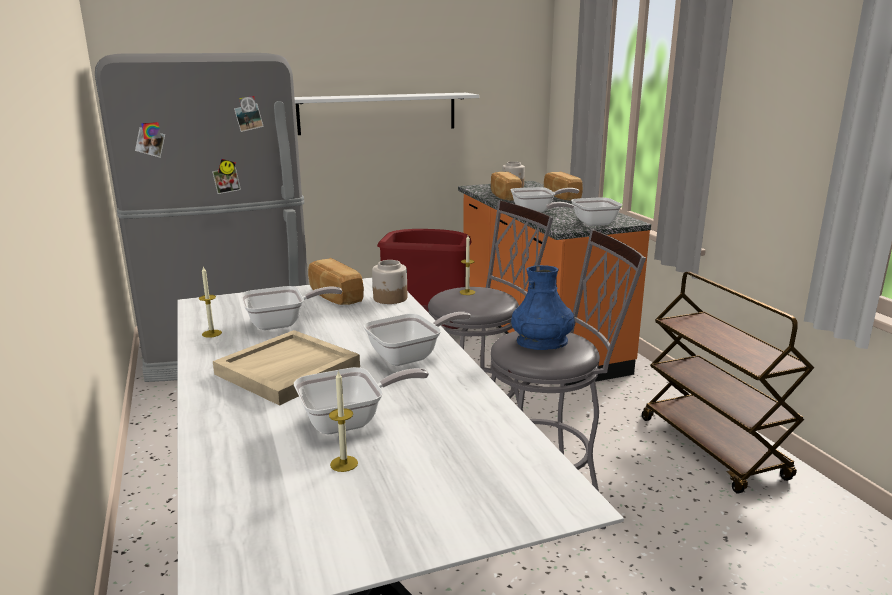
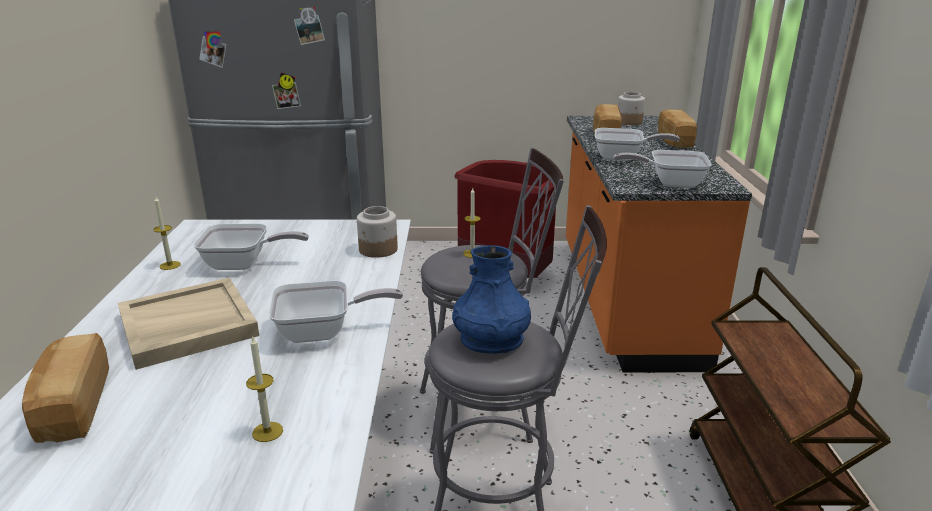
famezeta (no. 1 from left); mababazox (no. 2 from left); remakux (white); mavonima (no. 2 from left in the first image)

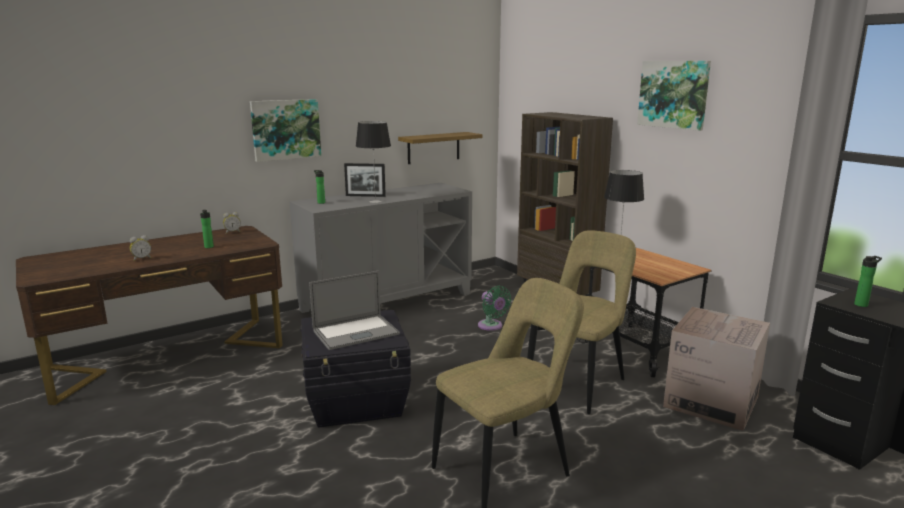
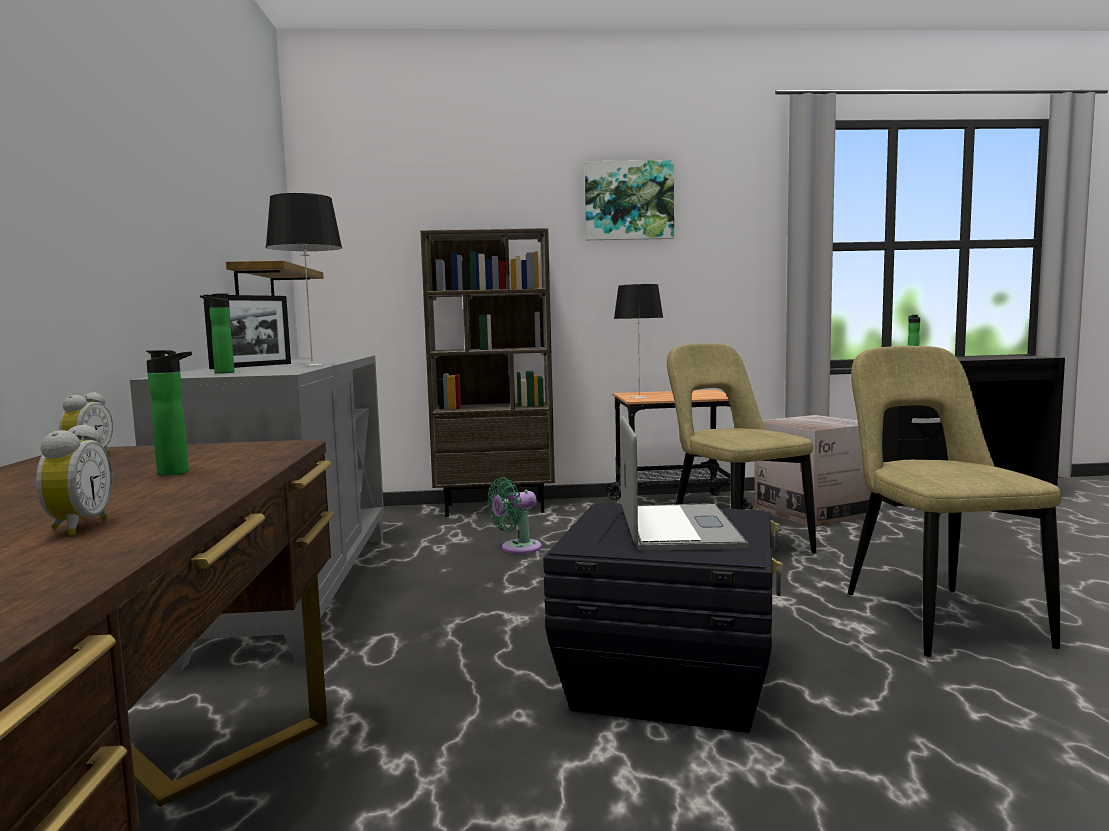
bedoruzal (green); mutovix (no. 1 from left in the first image)

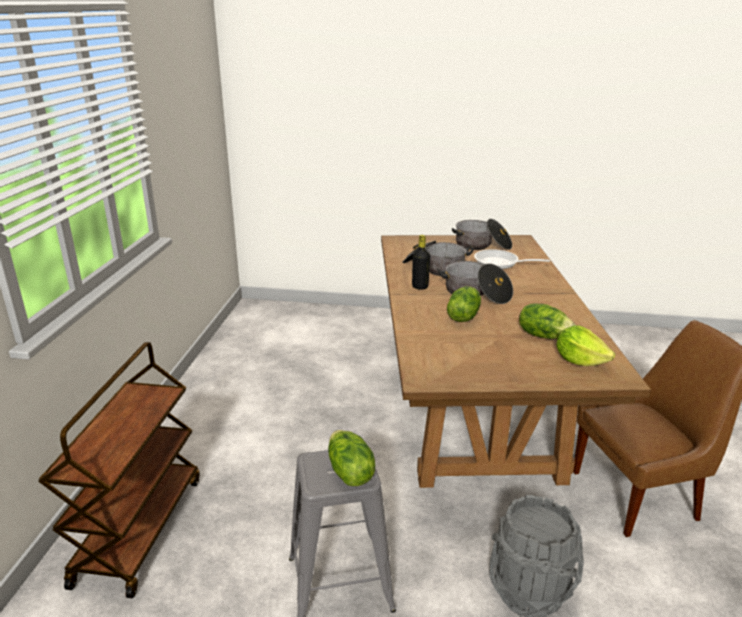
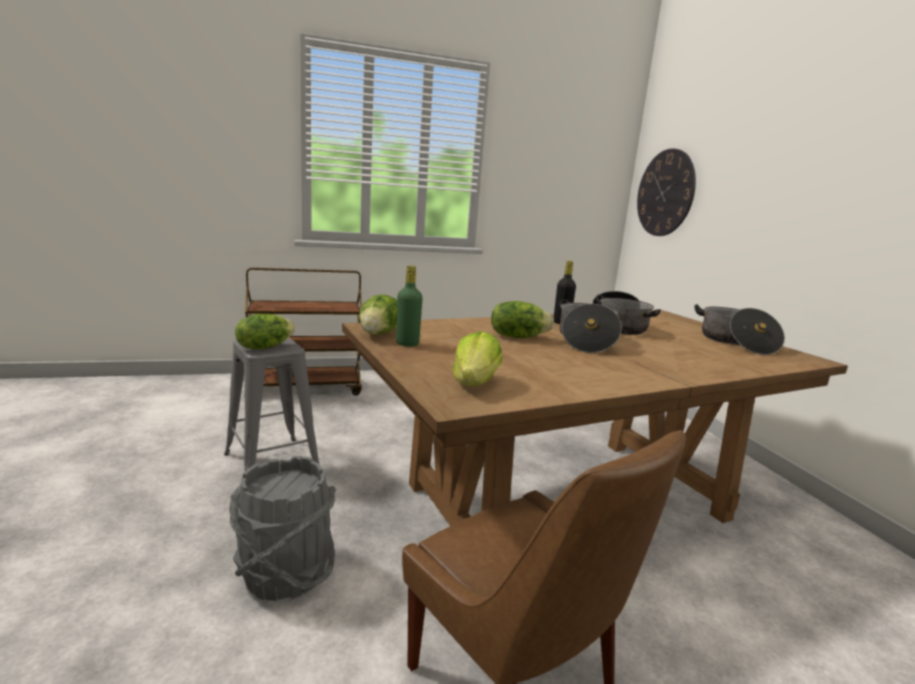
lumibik (no. 2 from left); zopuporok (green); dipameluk; mavonima

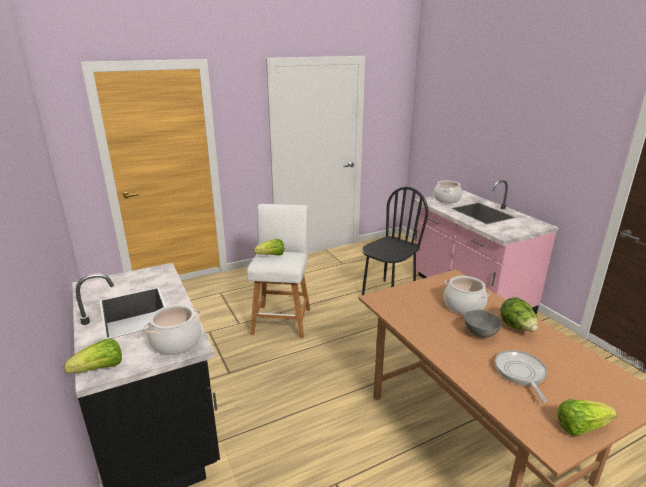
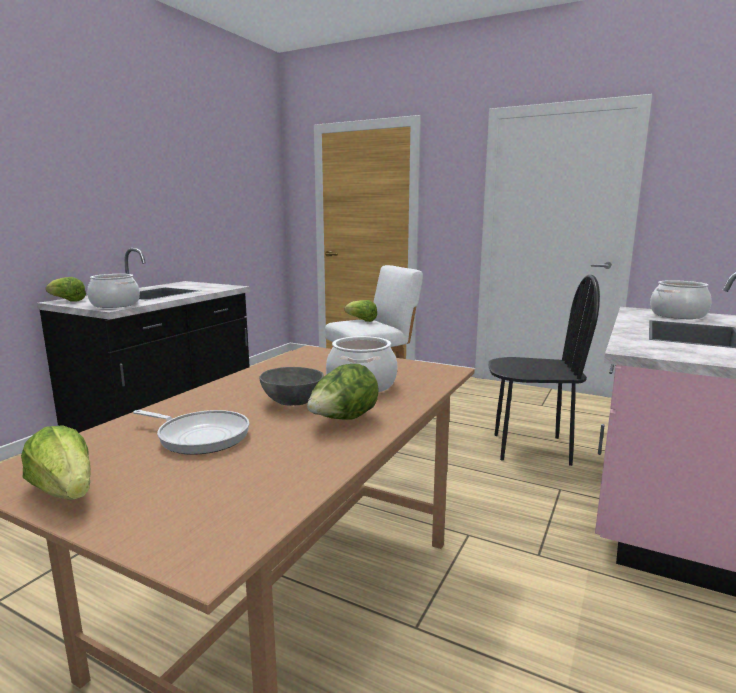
mavonima

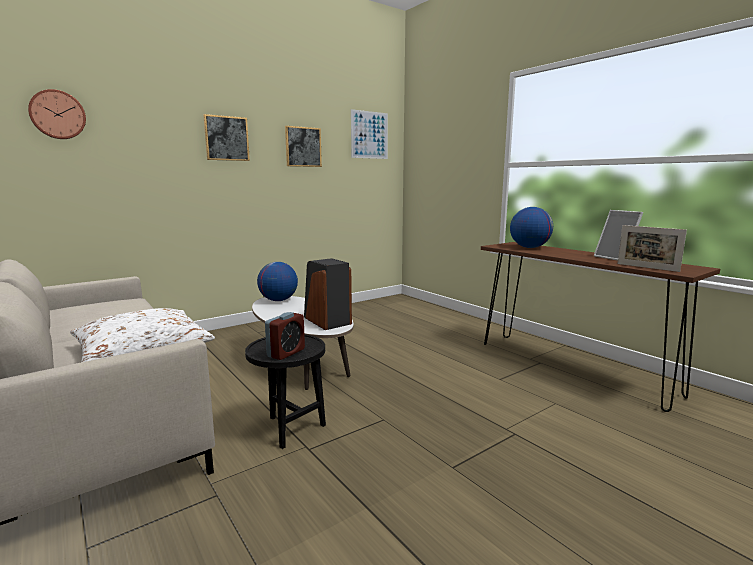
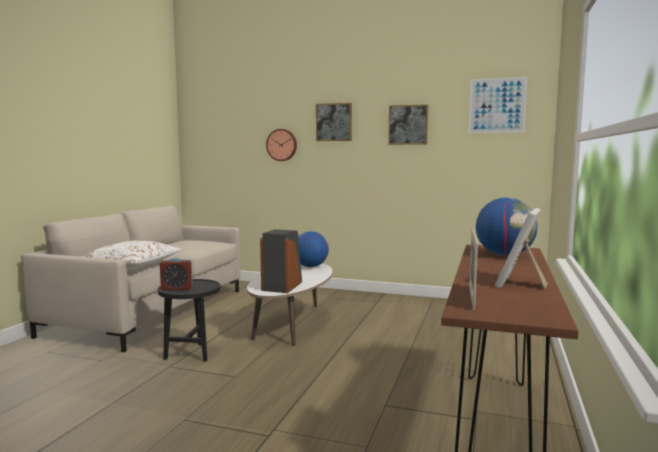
dipameluk

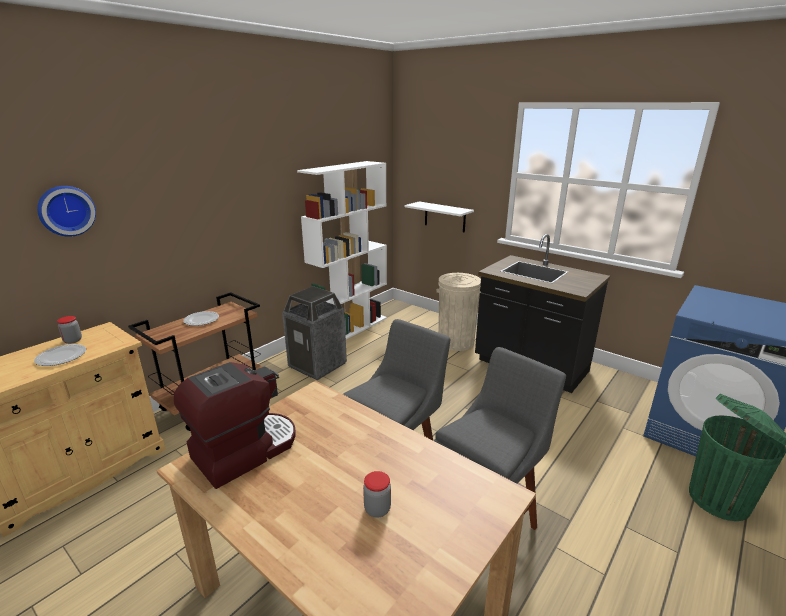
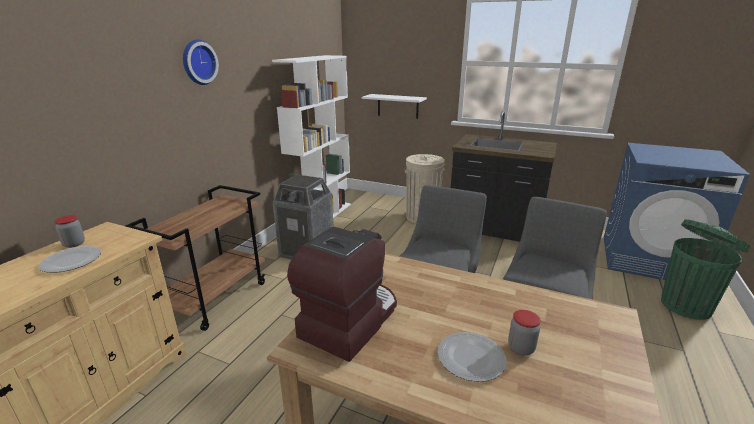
dipameluk; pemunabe (no. 2 from left)

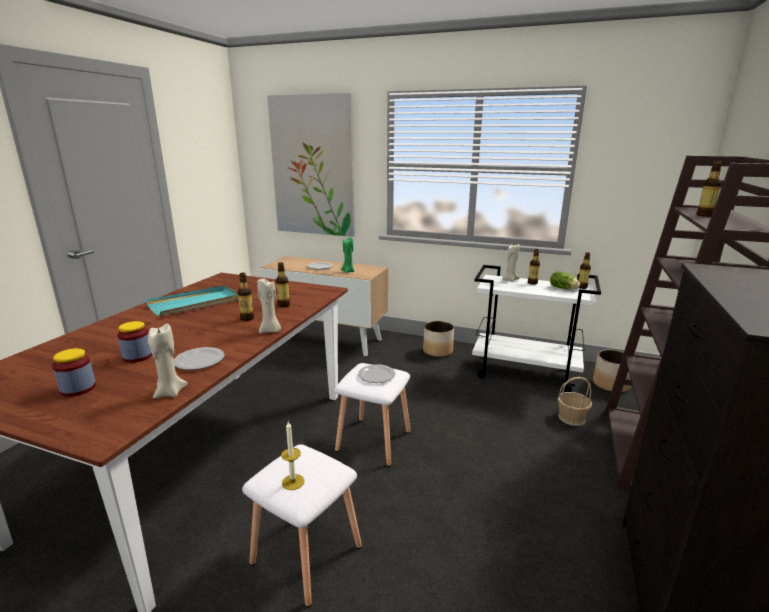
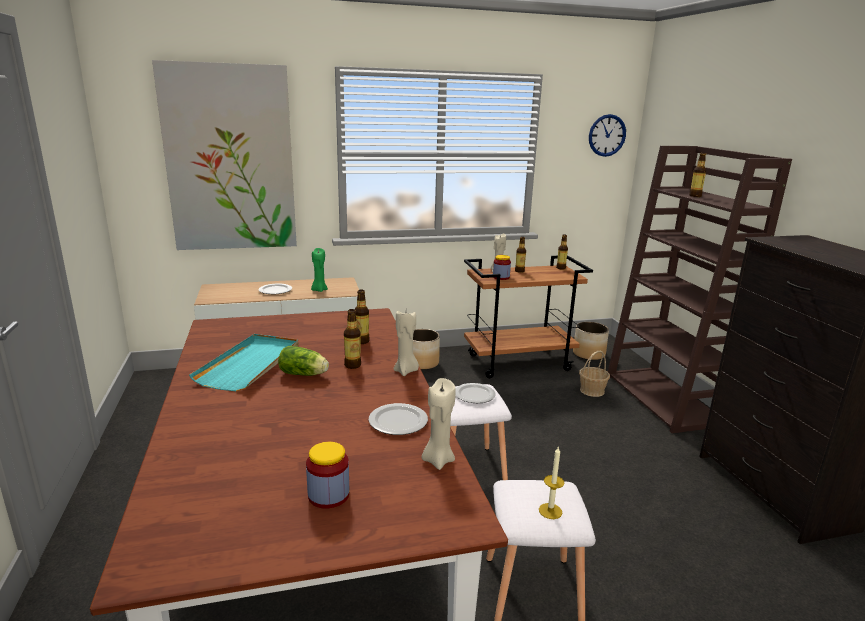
lumibik; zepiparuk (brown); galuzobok (no. 2 from left); dipameluk

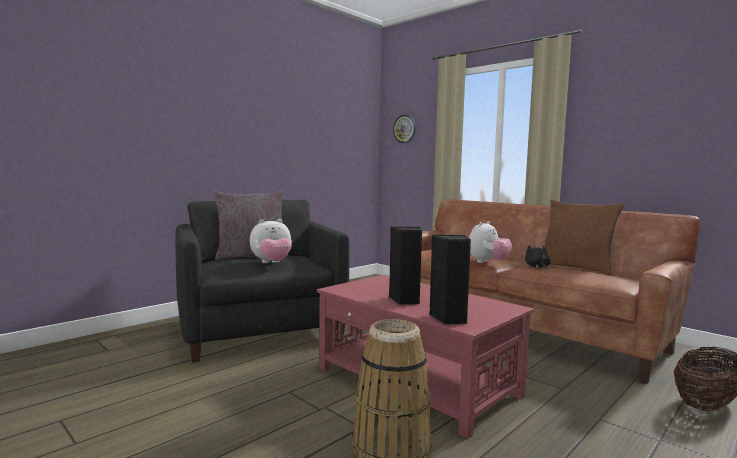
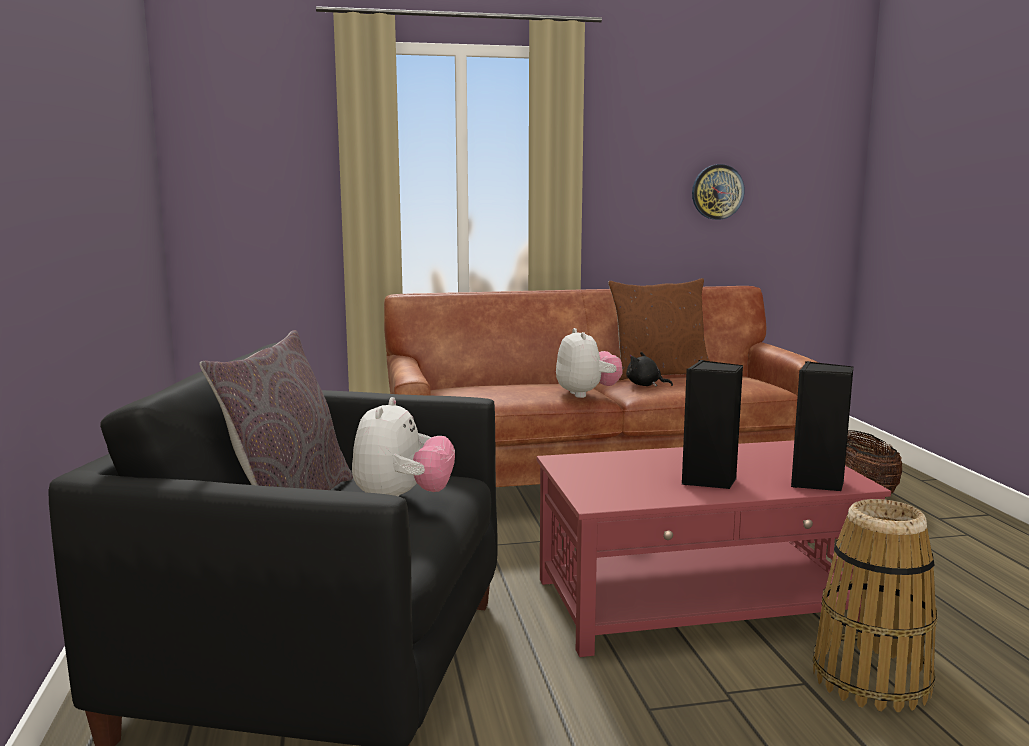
dipameluk

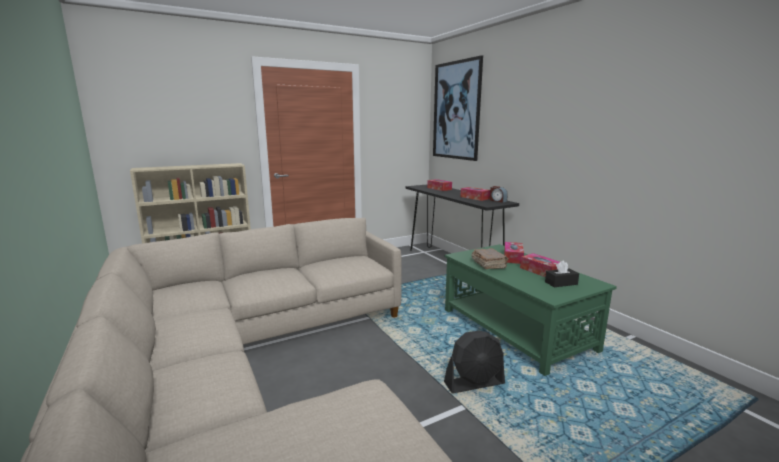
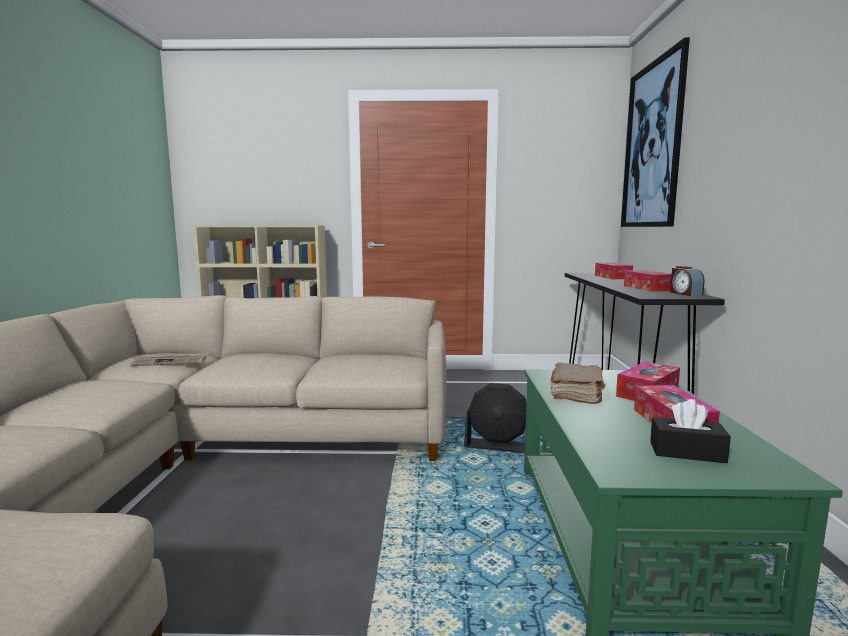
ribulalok; bedoruzal (black)

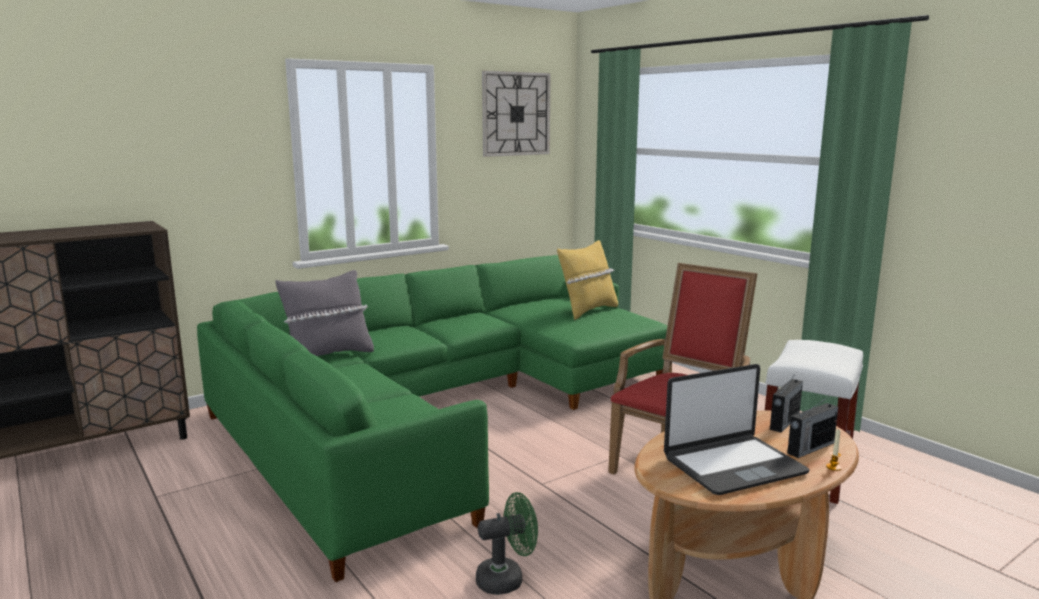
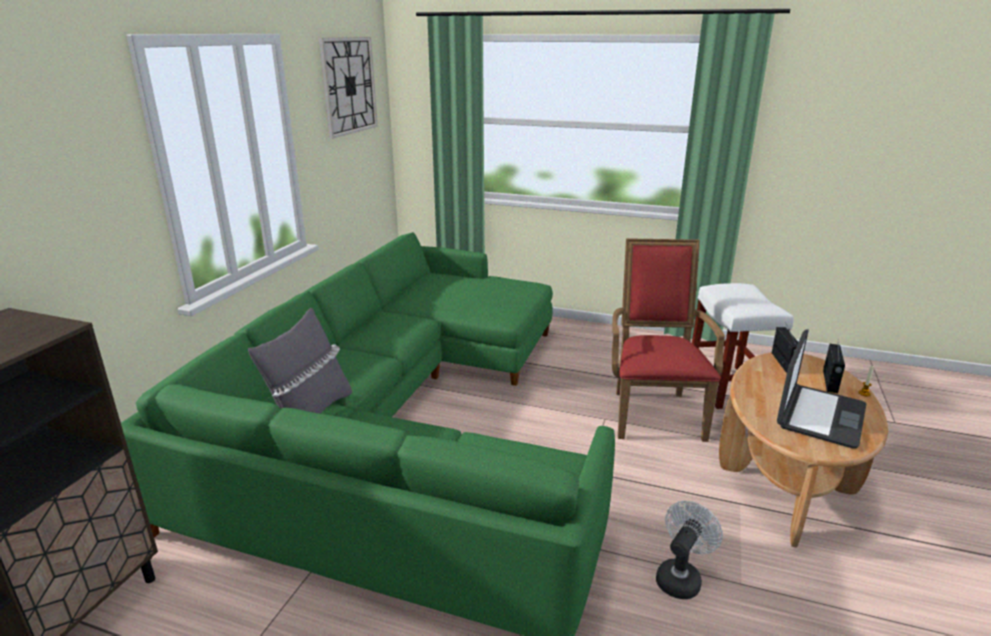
bedoruzal (white); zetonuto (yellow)

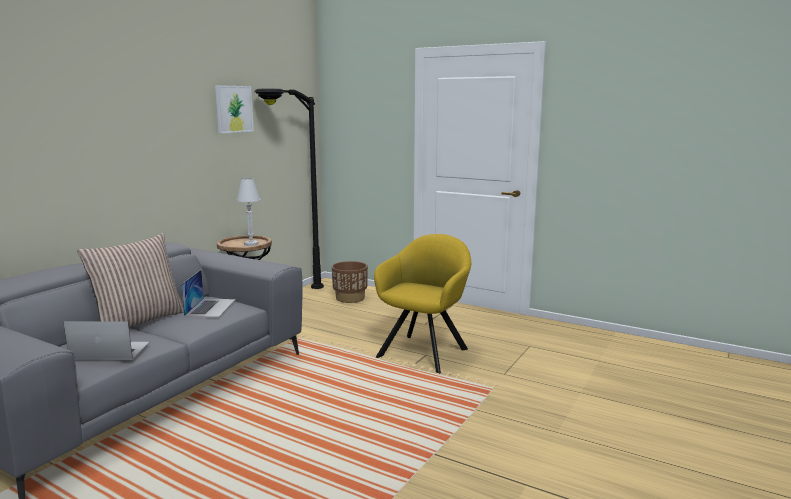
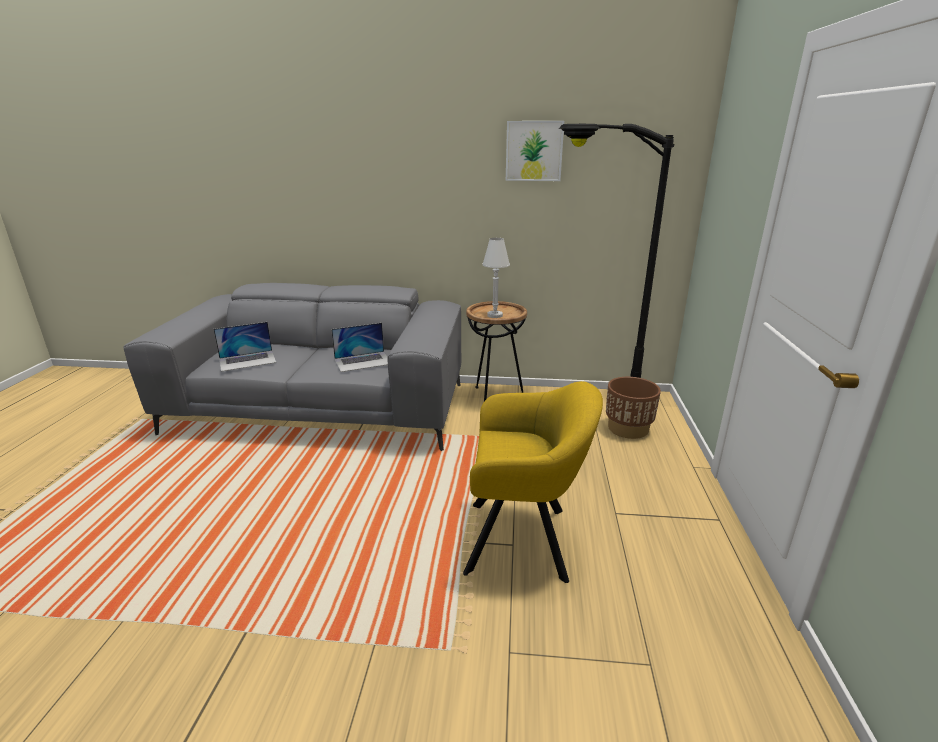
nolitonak (no. 1 from left); zetonuto

